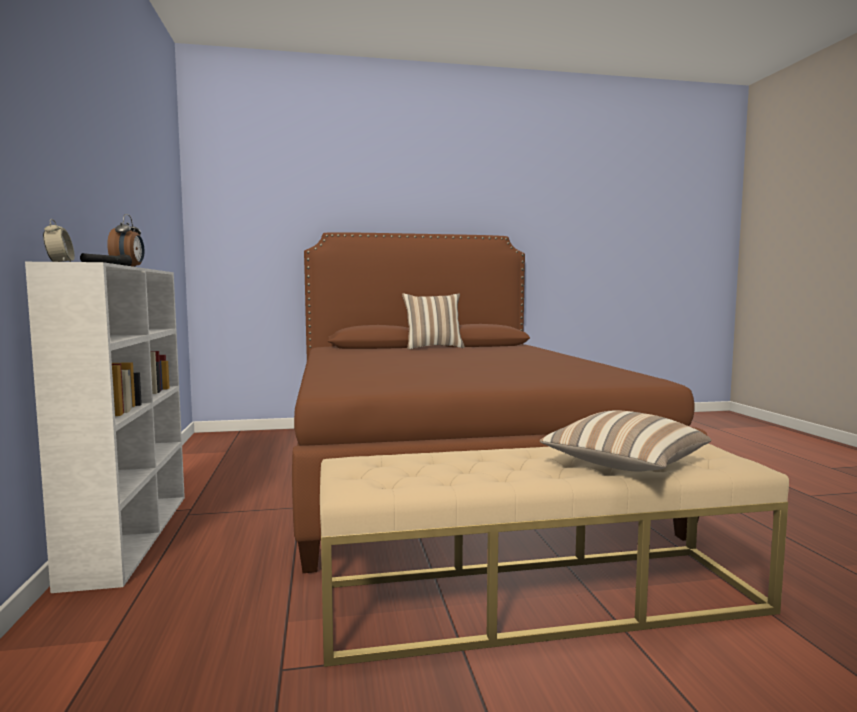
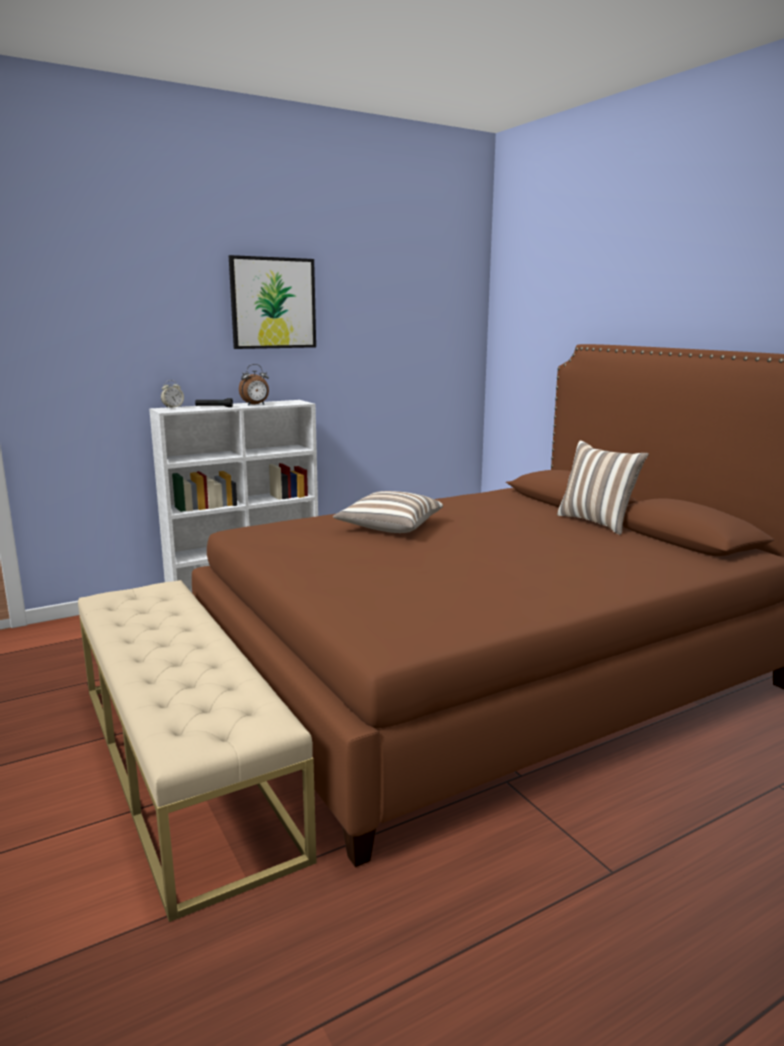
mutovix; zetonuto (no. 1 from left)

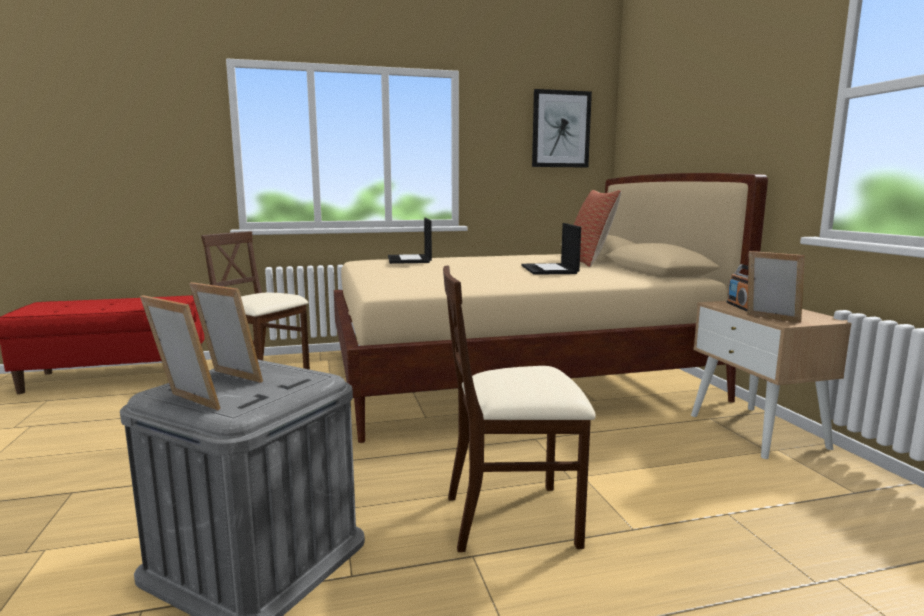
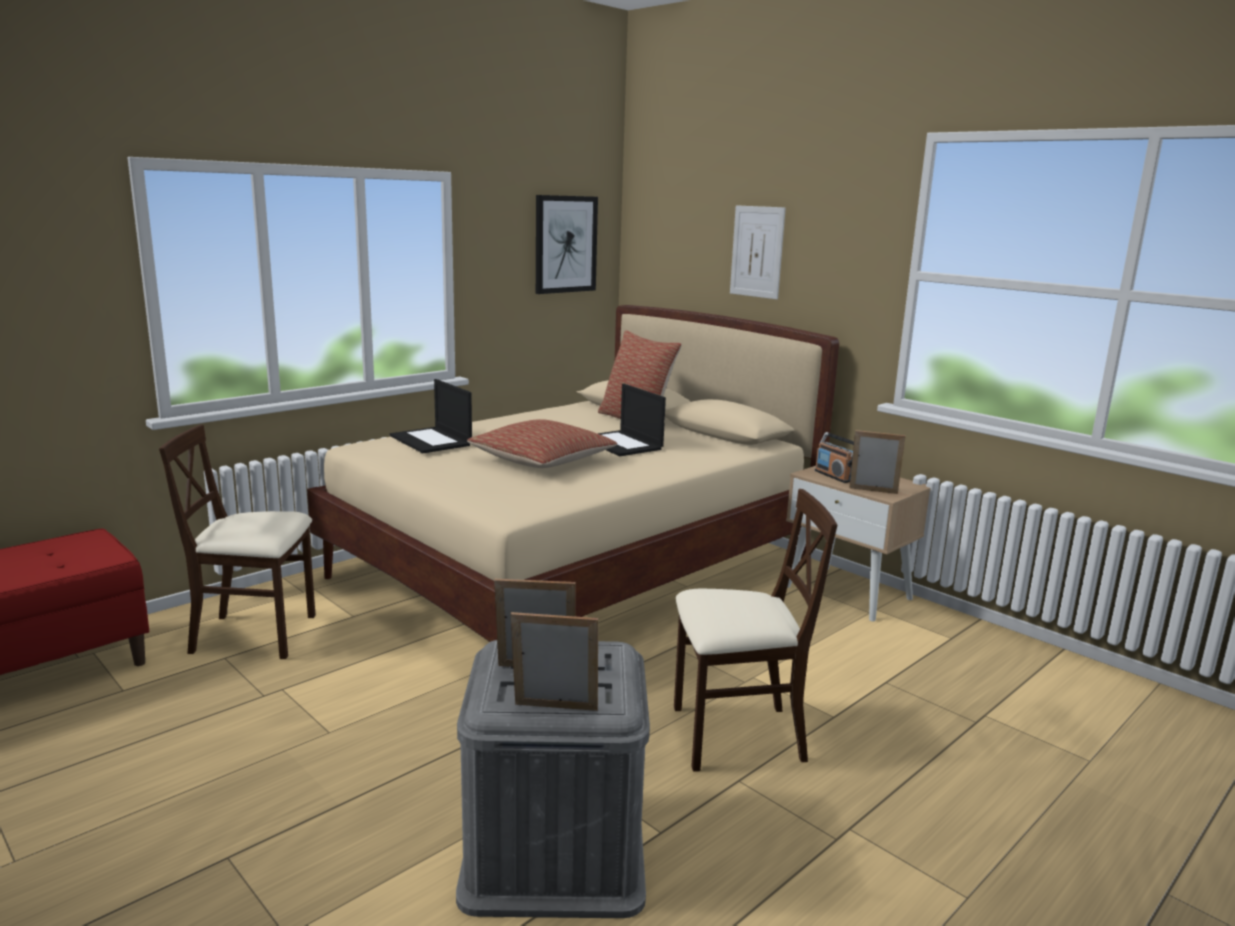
zetonuto (no. 1 from left); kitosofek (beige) (no. 2 from left); mutovix (no. 2 from left)

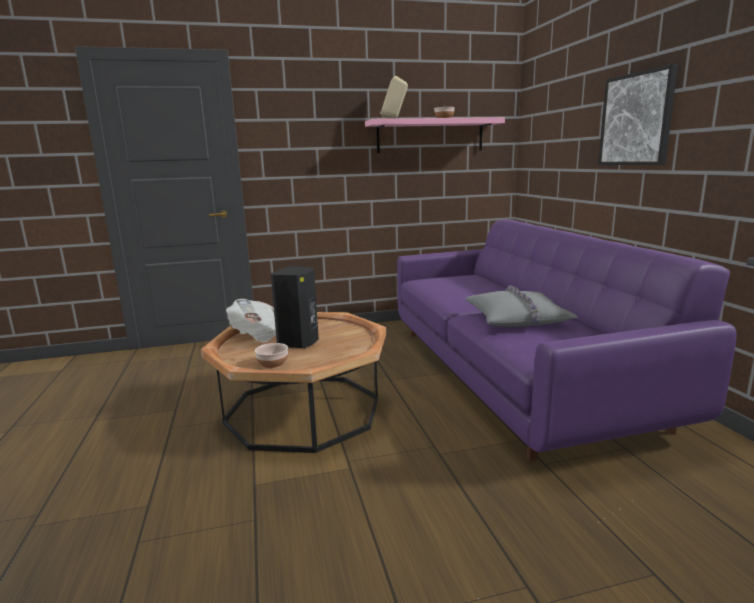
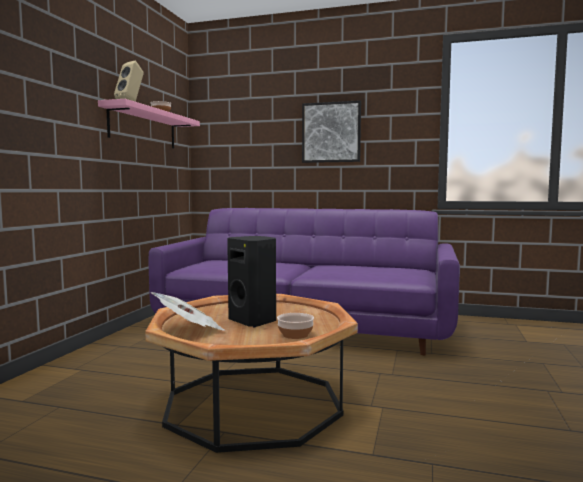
zetonuto (grey)

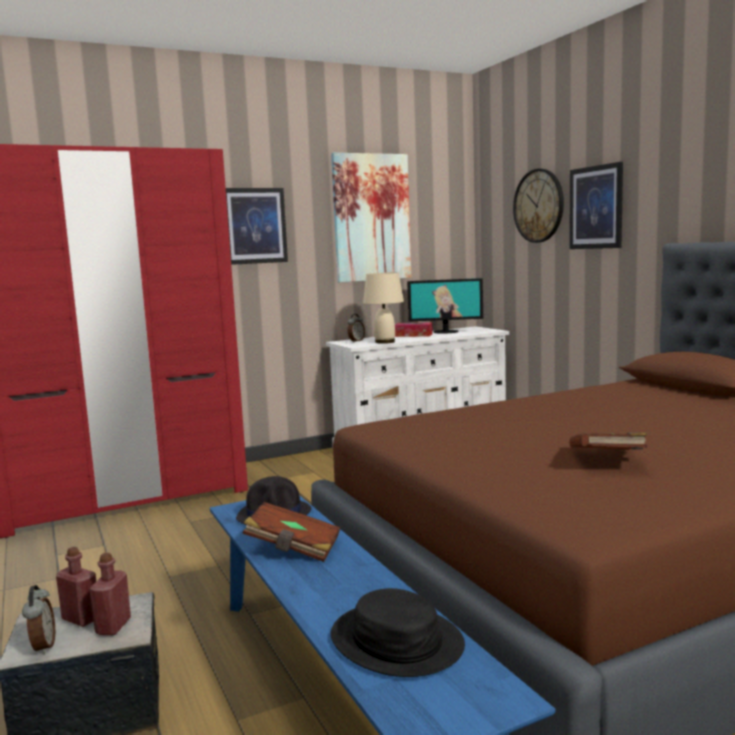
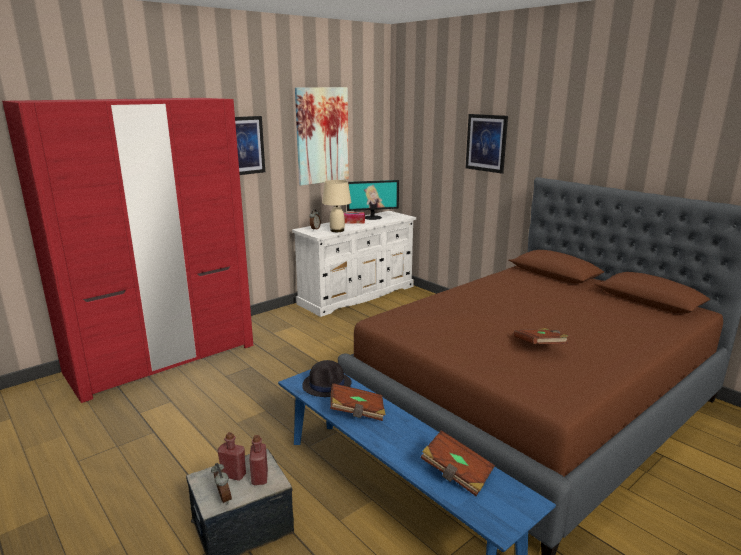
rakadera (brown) (no. 2 from left); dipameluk

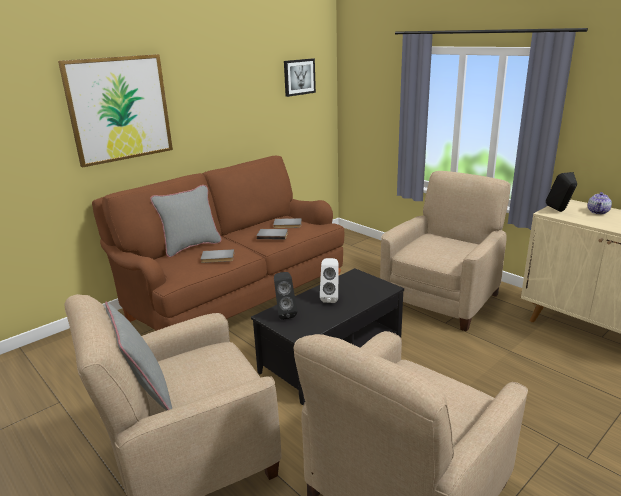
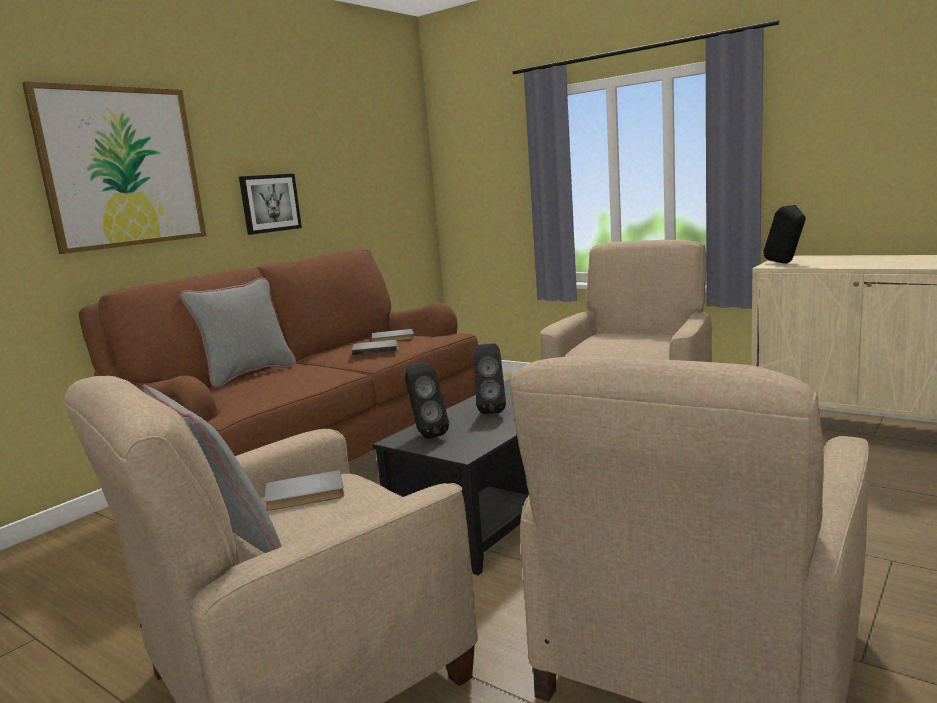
mutovix (no. 2 from left); rakadera (grey) (no. 1 from left); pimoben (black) (no. 2 from left); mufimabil

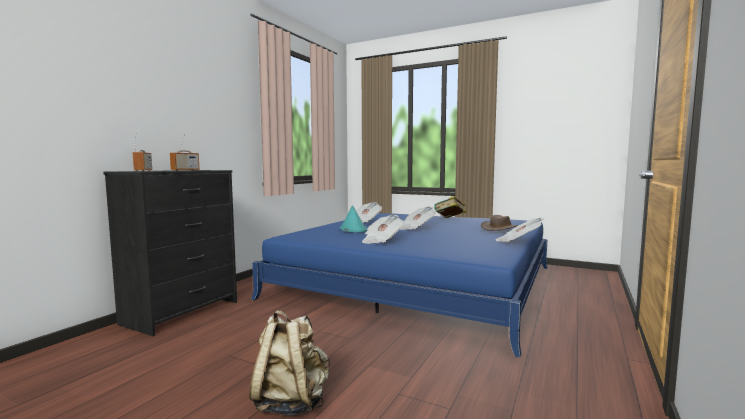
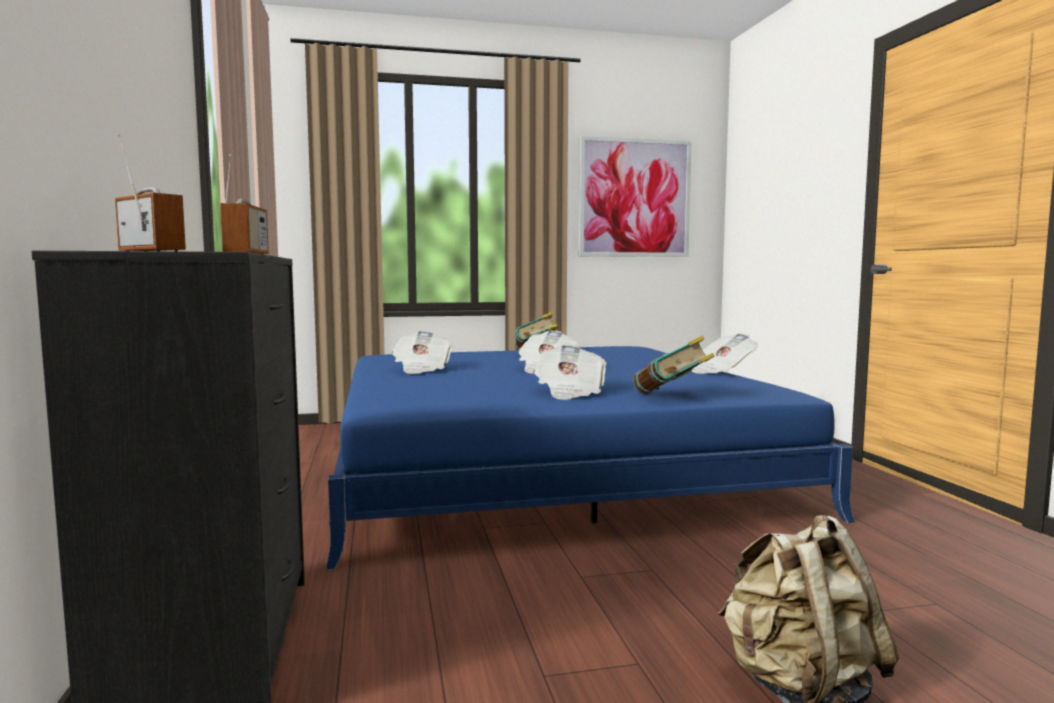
mutovix; rakadera (no. 2 from left); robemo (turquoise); robemo (brown)

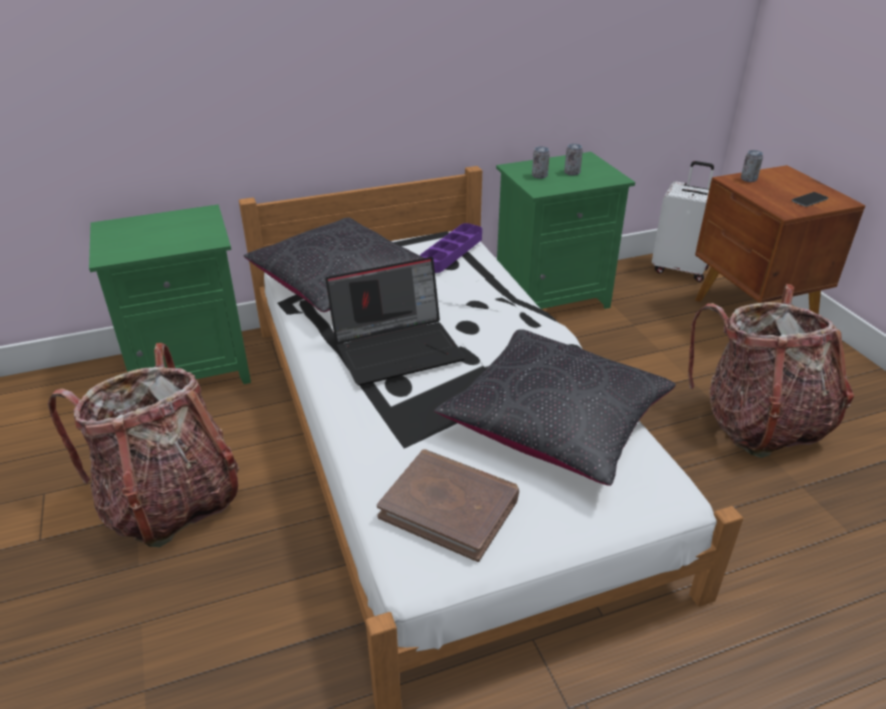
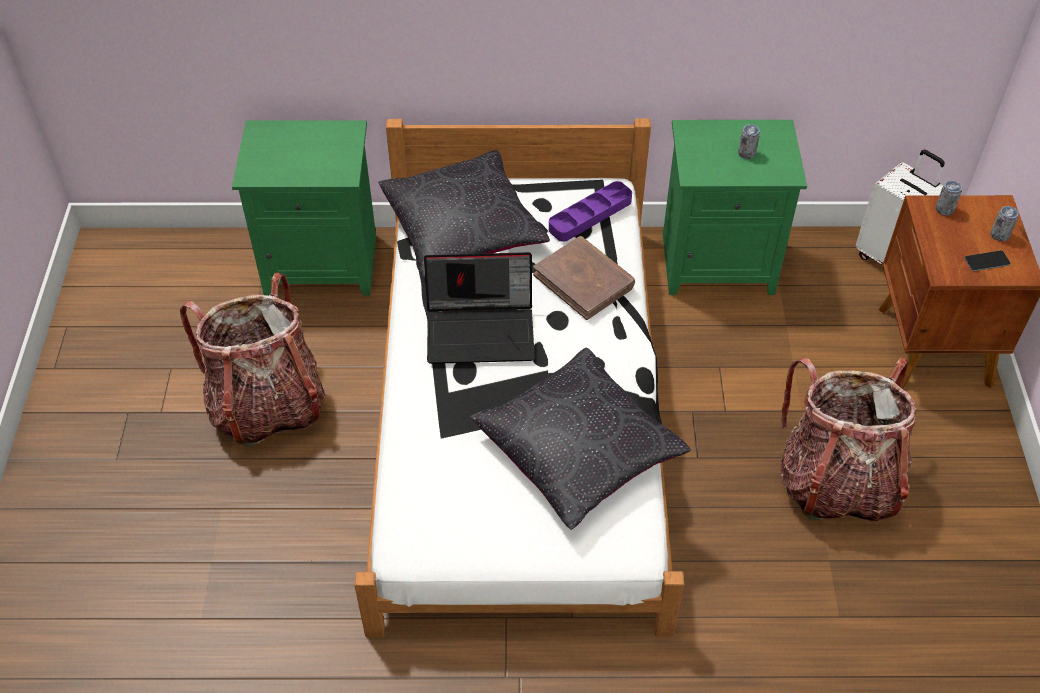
rakadera (brown); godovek (no. 3 from left)

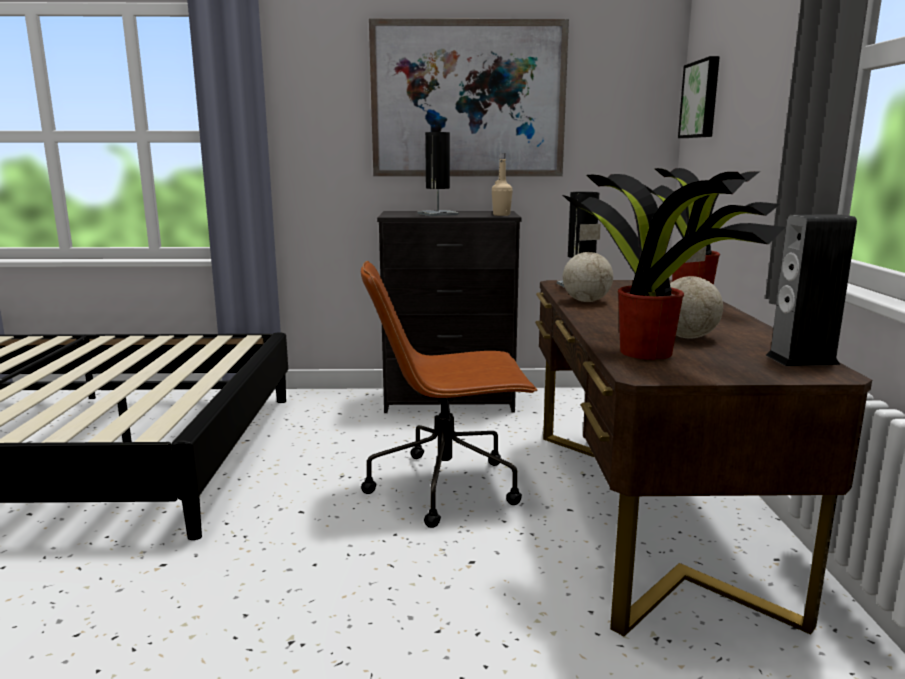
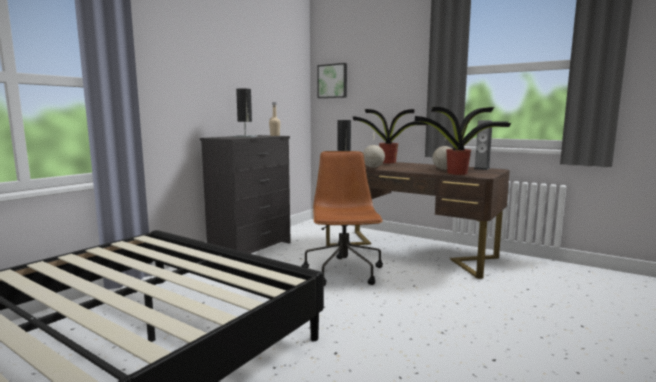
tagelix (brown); mutovix (no. 1 from left in the first image)

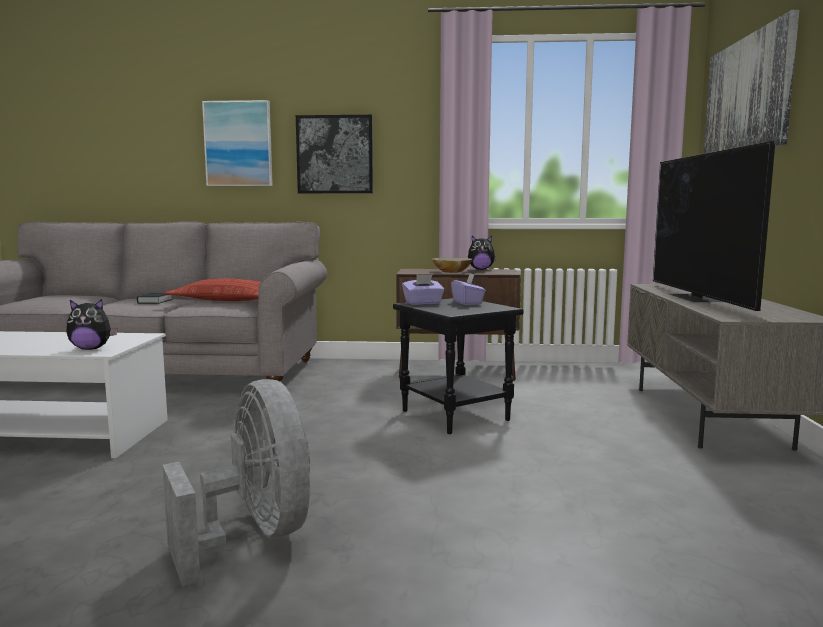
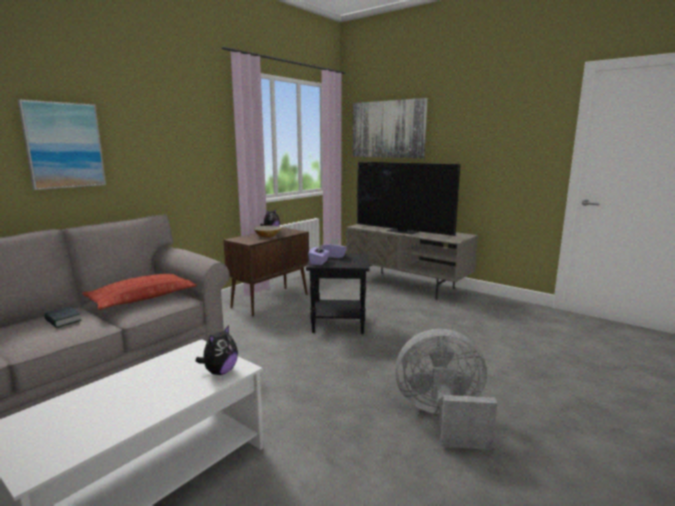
mutovix (no. 2 from left in the first image)

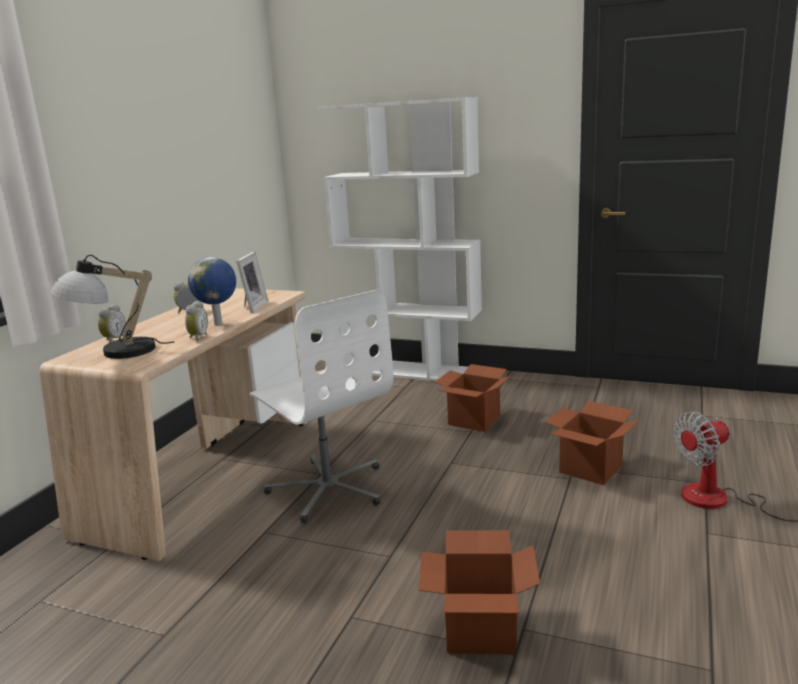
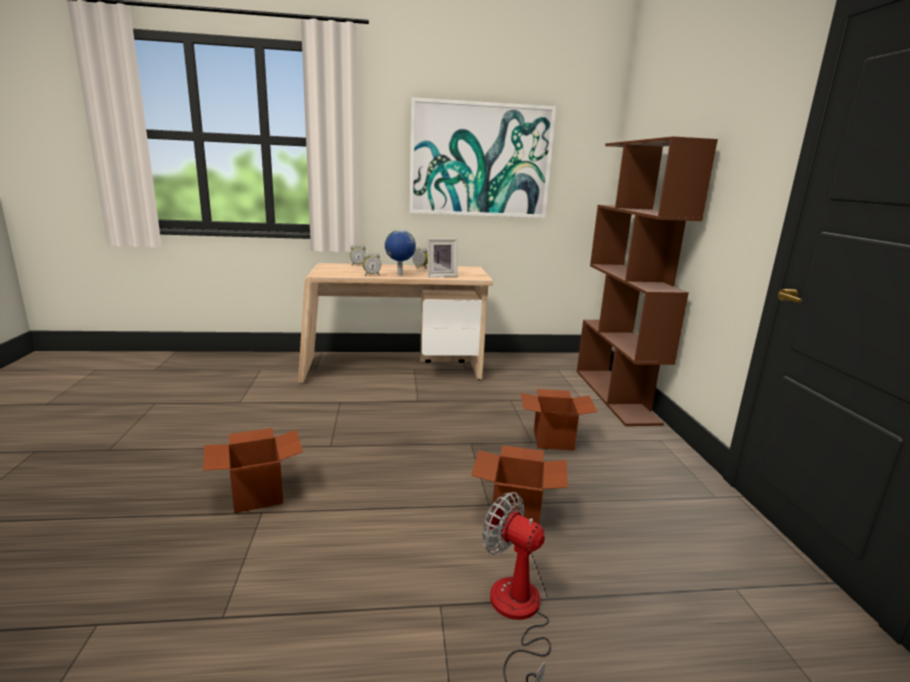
mutovix; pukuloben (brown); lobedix; tagelix (white)

